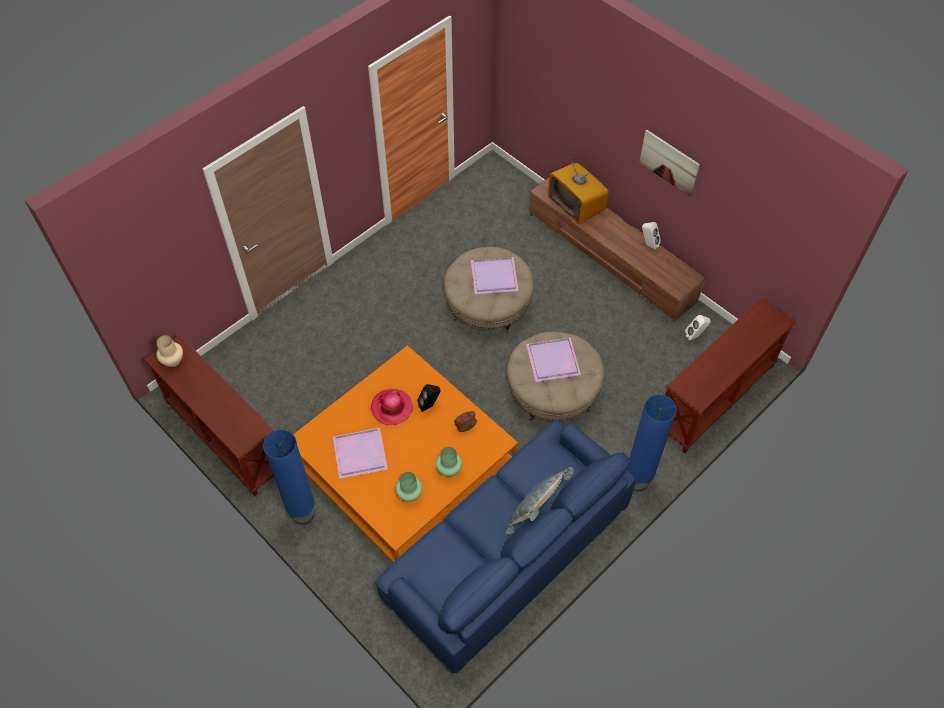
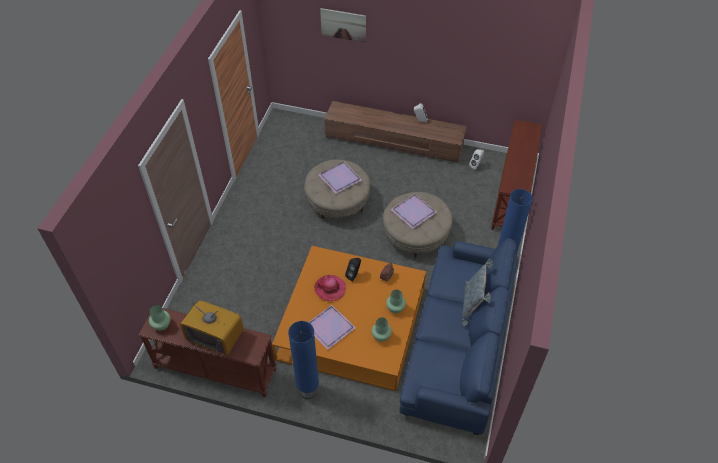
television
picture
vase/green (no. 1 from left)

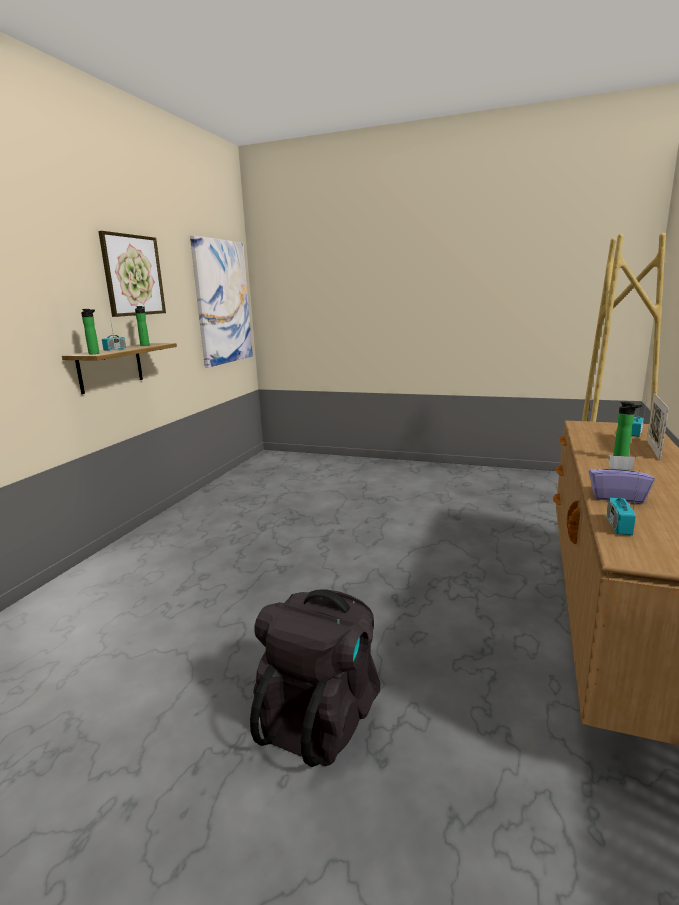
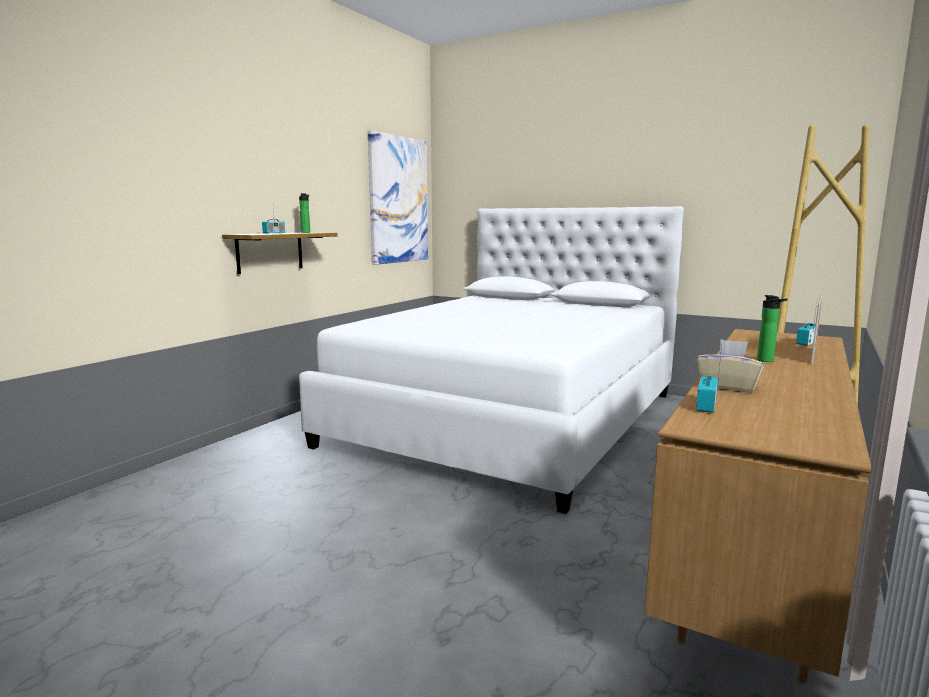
bottle (no. 1 from left in the first image)
picture (no. 1 from left in the first image)
backpack/black
bed/white
tissue box/beige

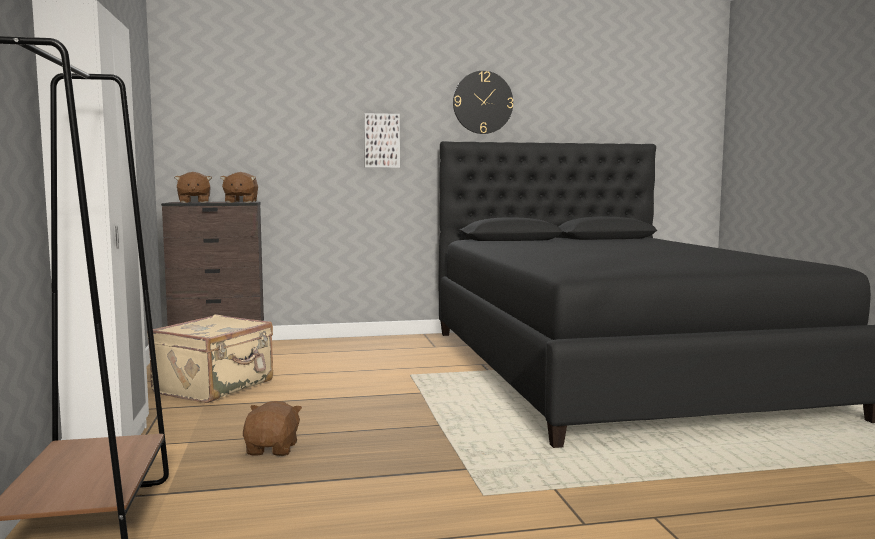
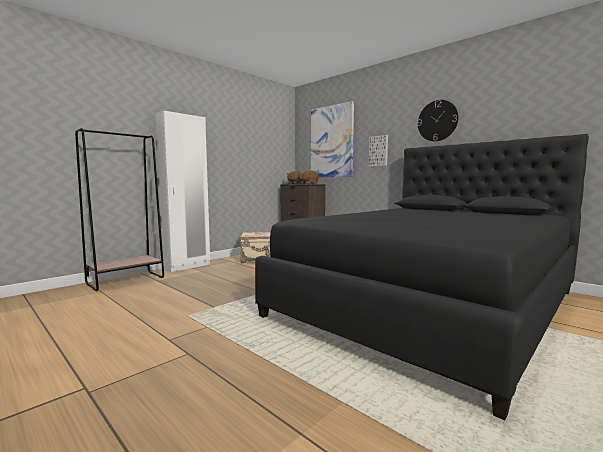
plush toy/brown (no. 3 from left in the first image)
picture (no. 1 from left)

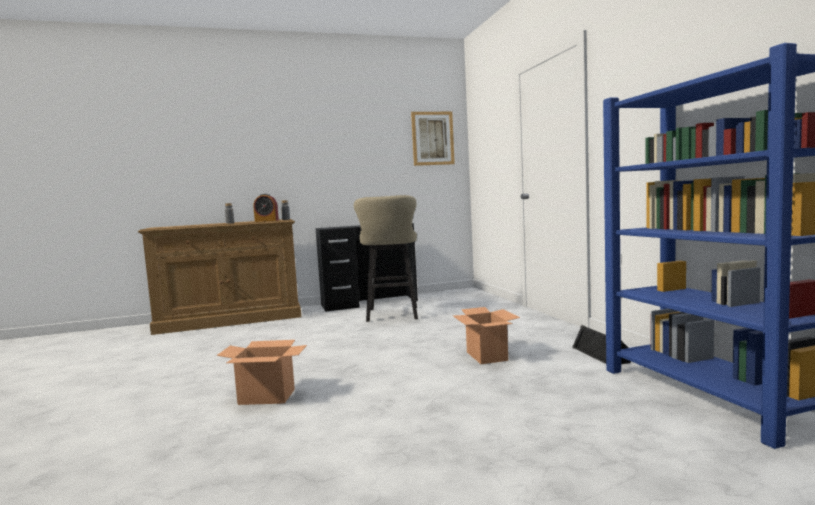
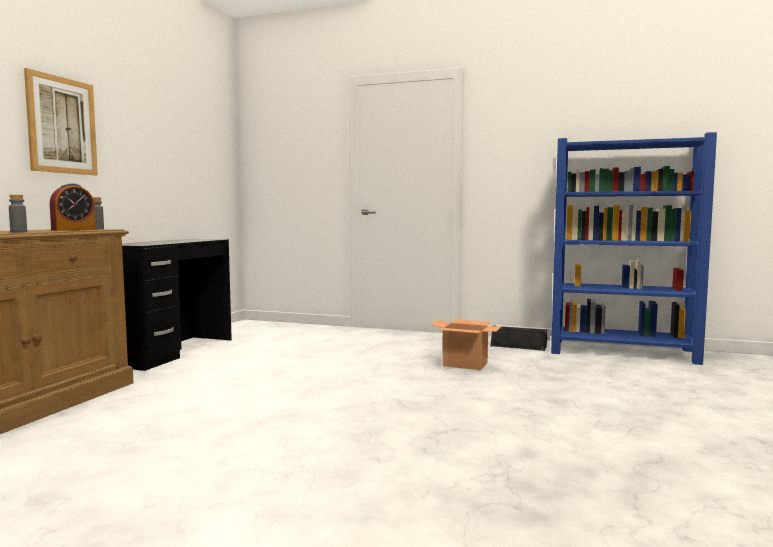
cardboard box (no. 1 from left in the first image)
stool/beige
picture

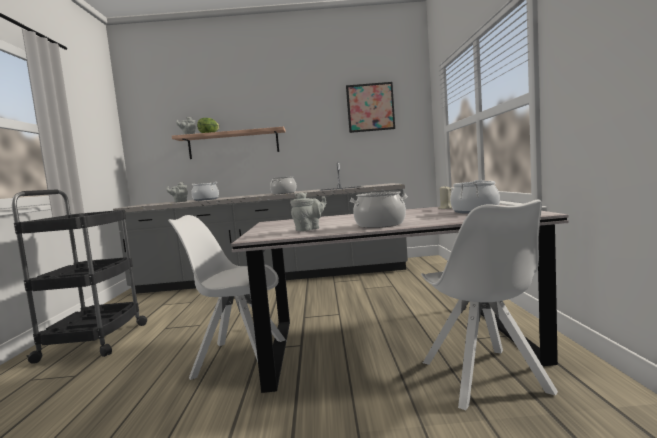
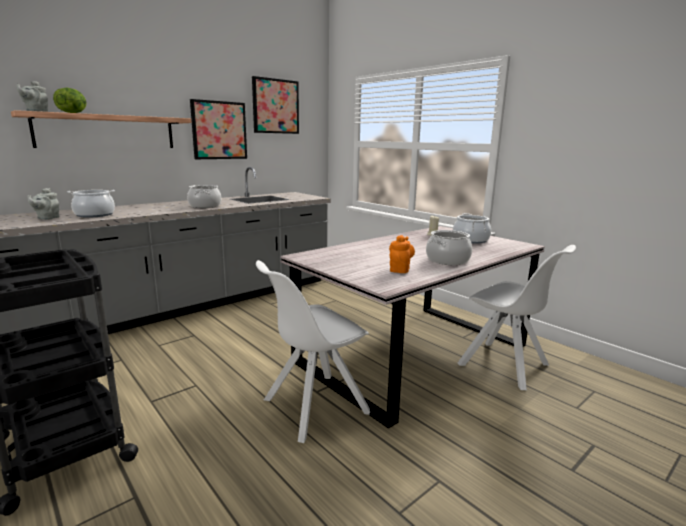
picture (no. 1 from left)
teapot/orange

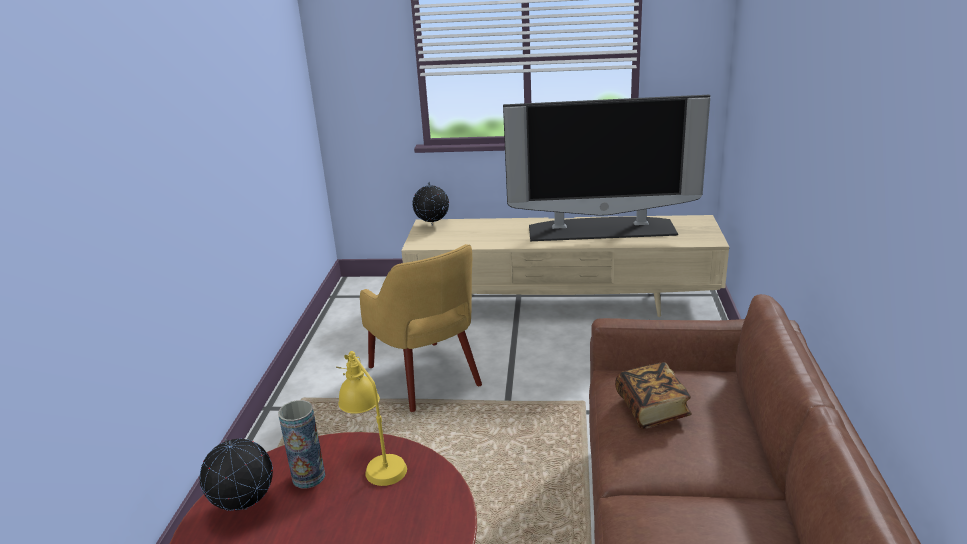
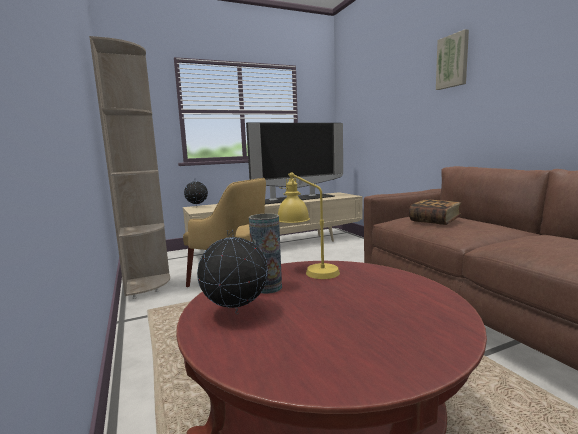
bookcase/beige
picture

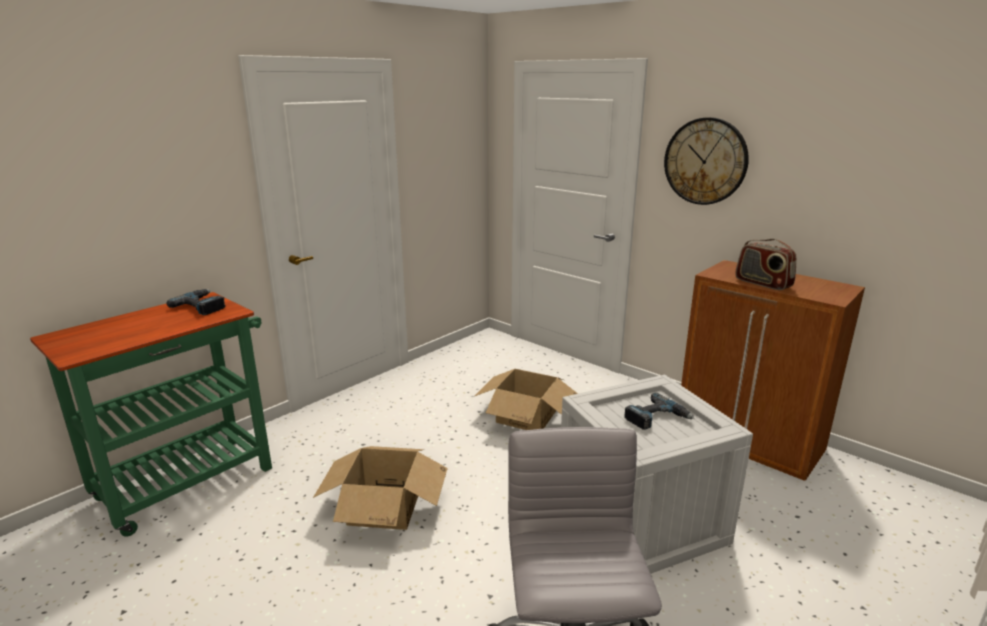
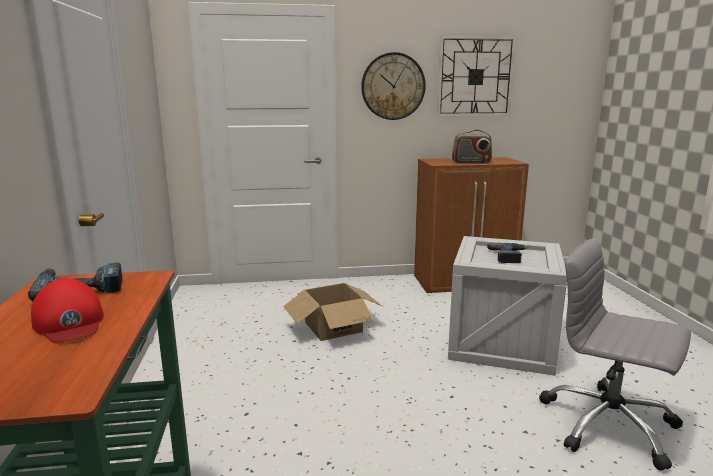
cardboard box (no. 1 from left in the first image)
cap/red
wall clock (no. 2 from left)

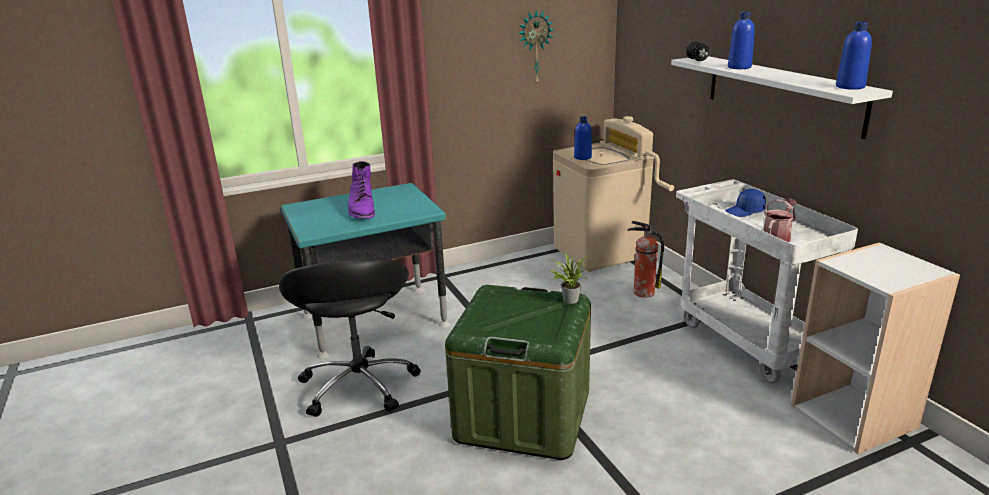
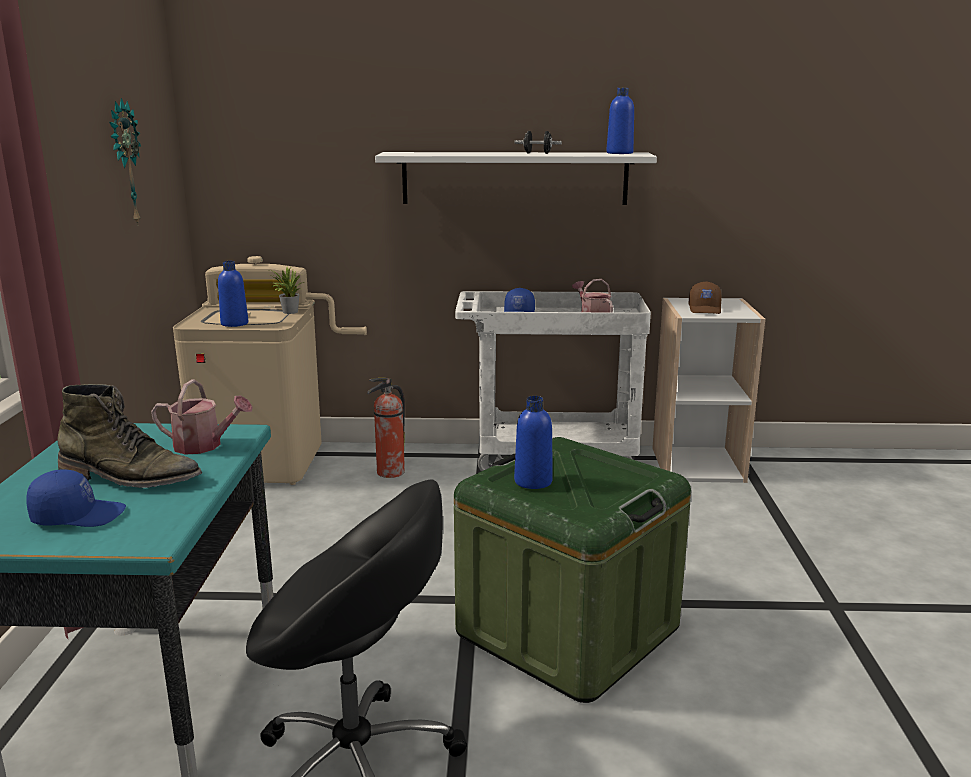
cap/blue (no. 1 from left)
watering can (no. 1 from left)
cap/brown
potted plant
dumbbell/black
bottle/blue (no. 2 from left)
boot/green

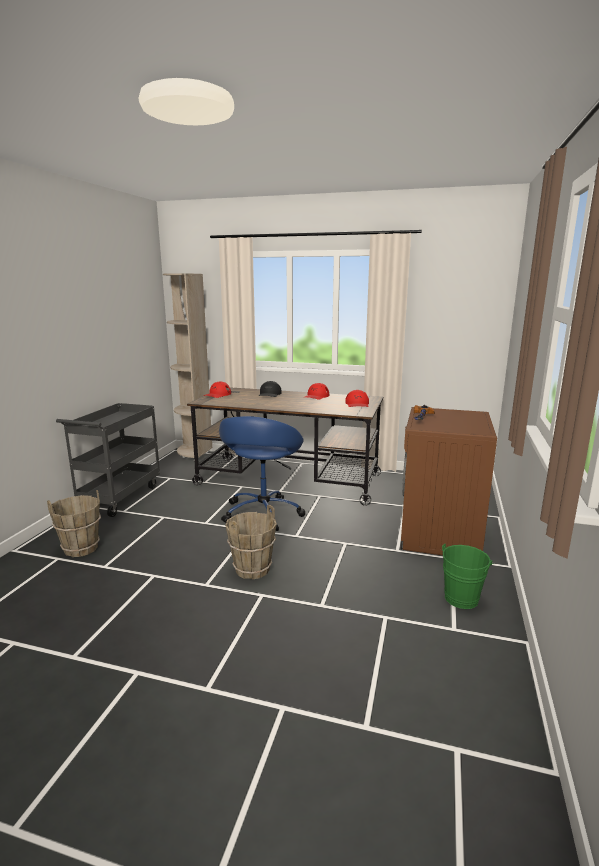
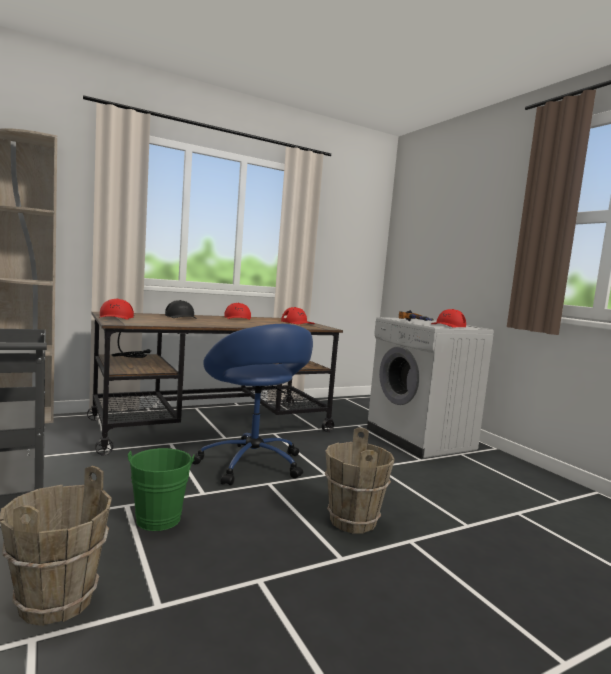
cap/red (no. 4 from left)
bucket/green
washing machine/white

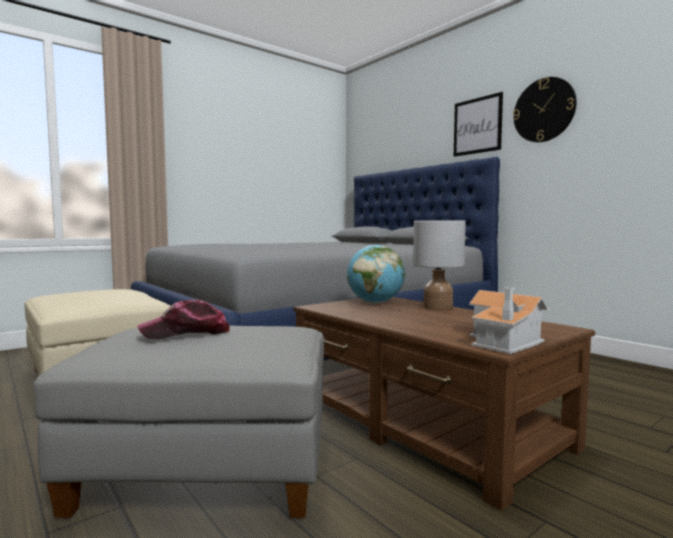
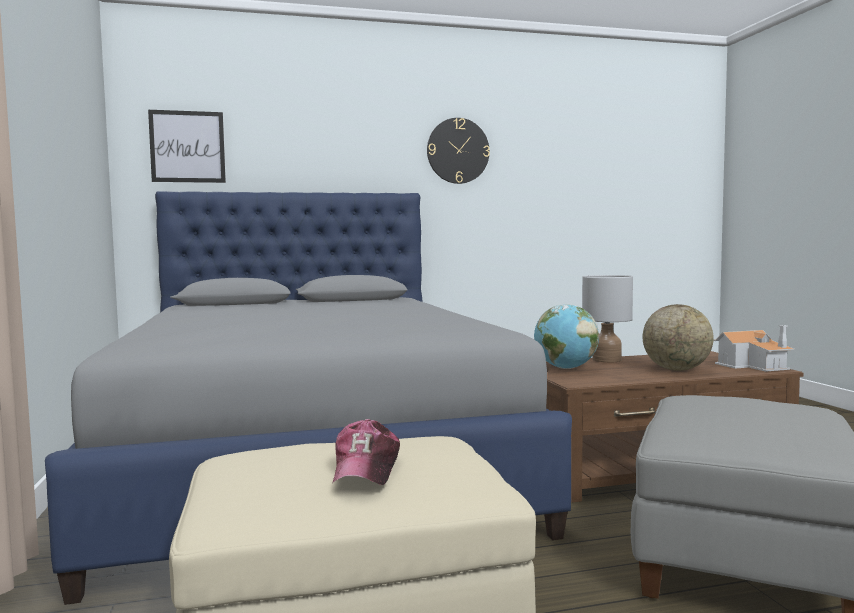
globe (no. 2 from left)
cap
picture

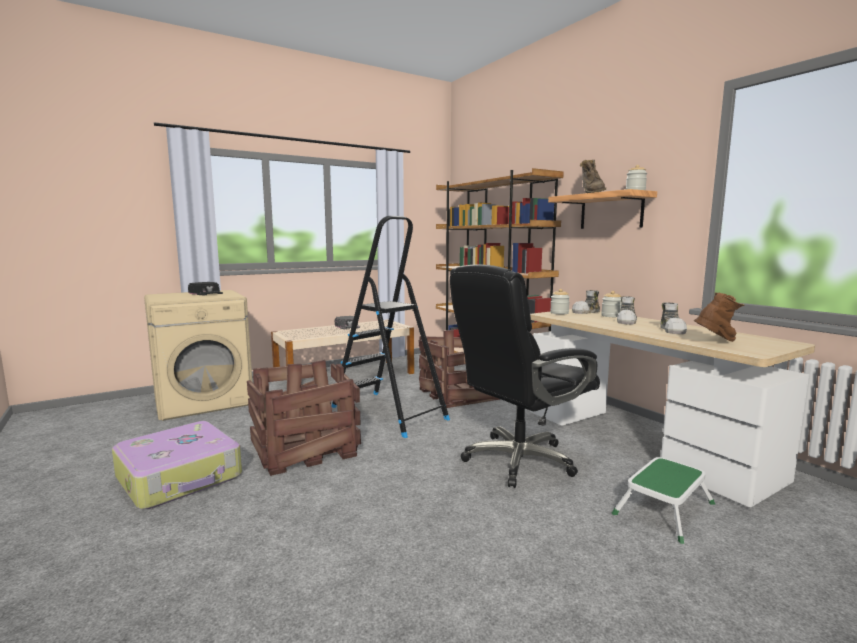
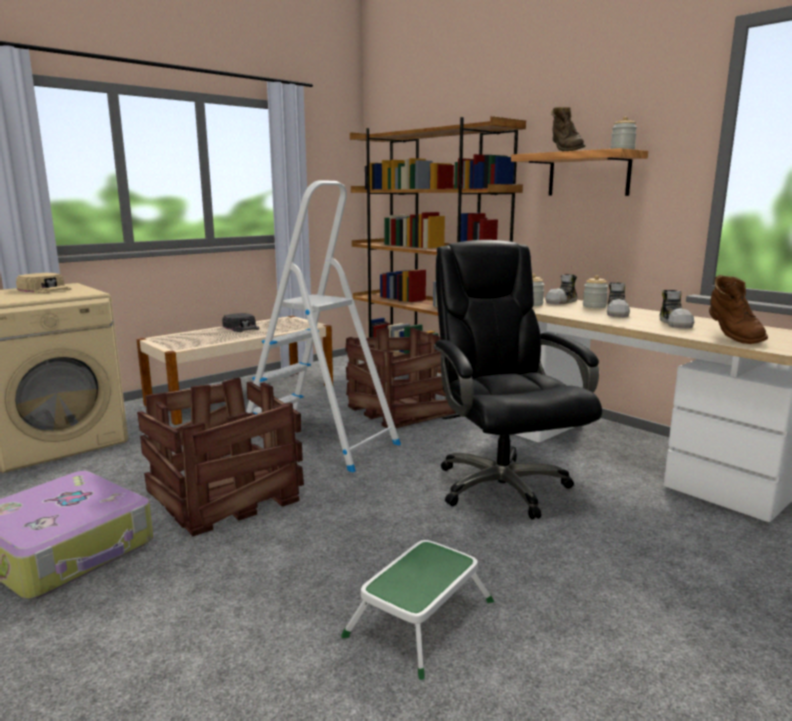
step ladder/green
cap/beige
step ladder/white
office chair/black
boot/brown (no. 2 from left)

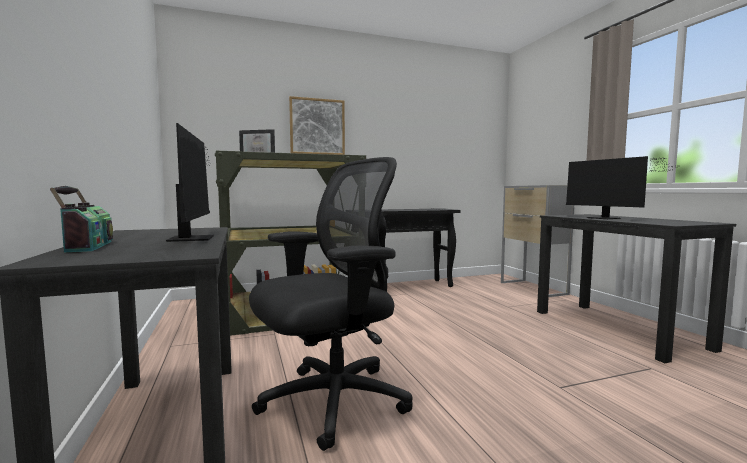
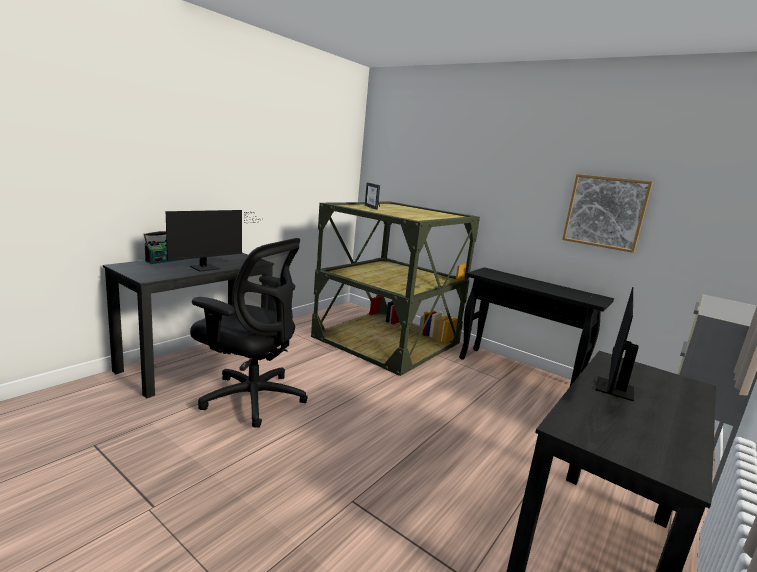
picture

